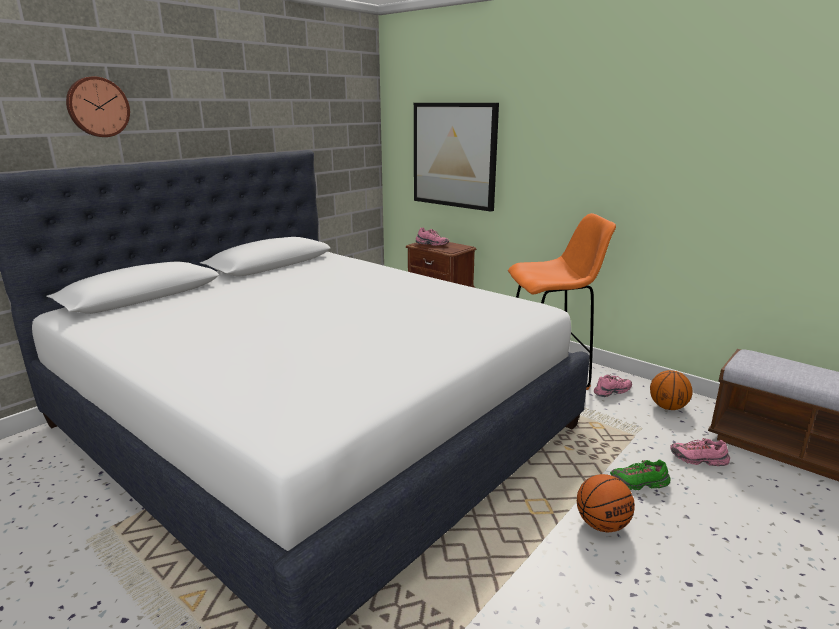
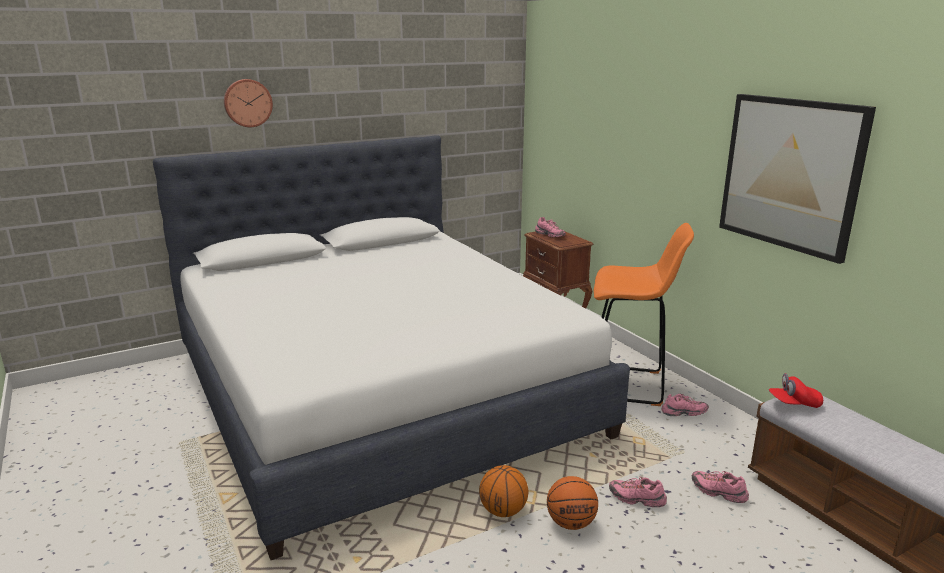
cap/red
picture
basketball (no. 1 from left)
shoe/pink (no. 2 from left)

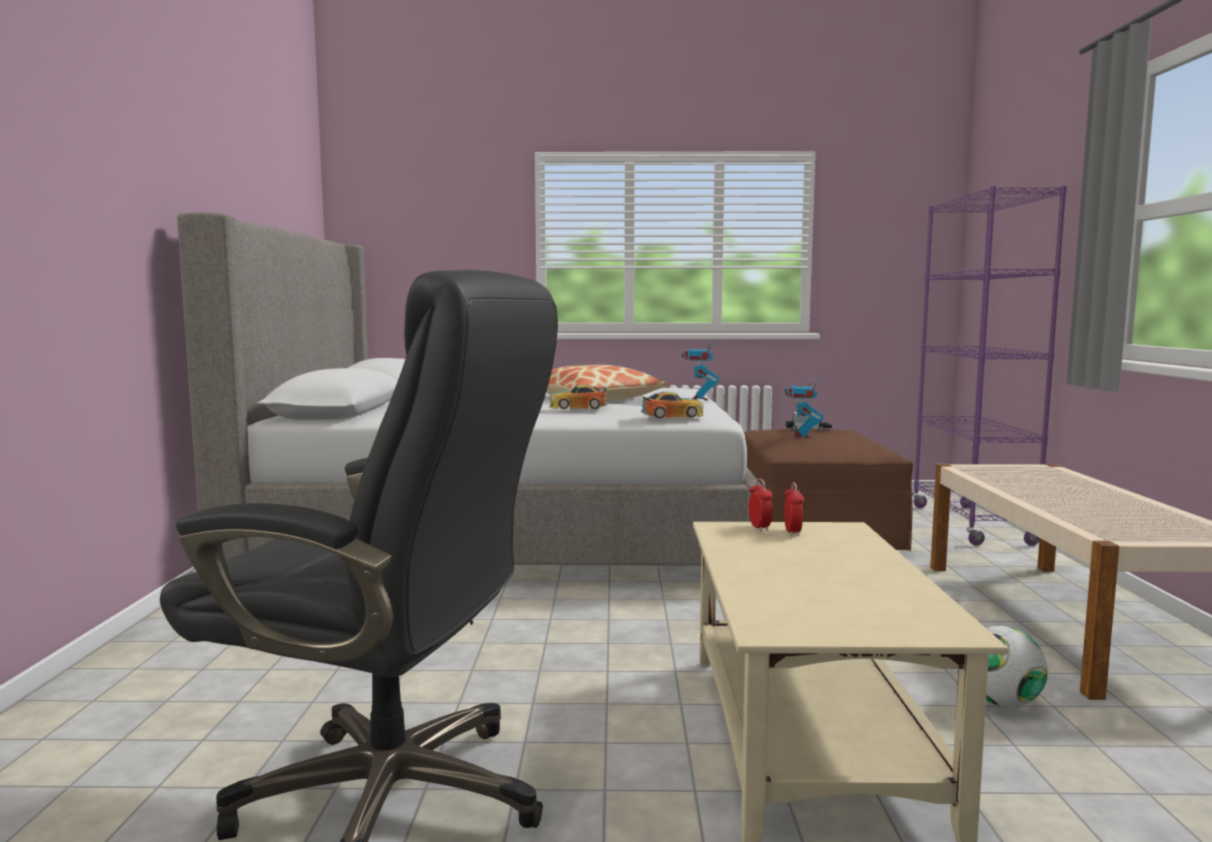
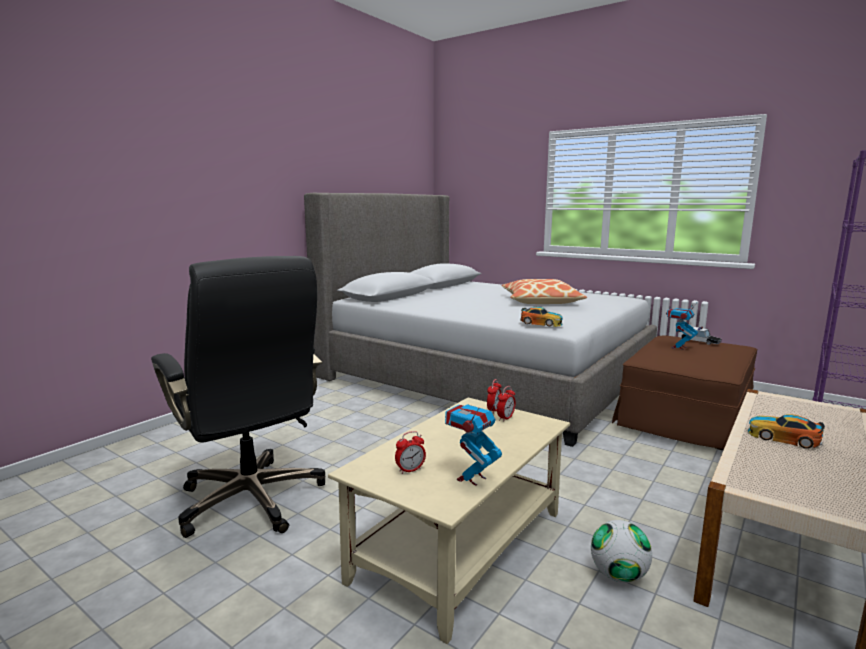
alarm clock (no. 1 from left)
toy car (no. 3 from left)
toy robot (no. 1 from left)

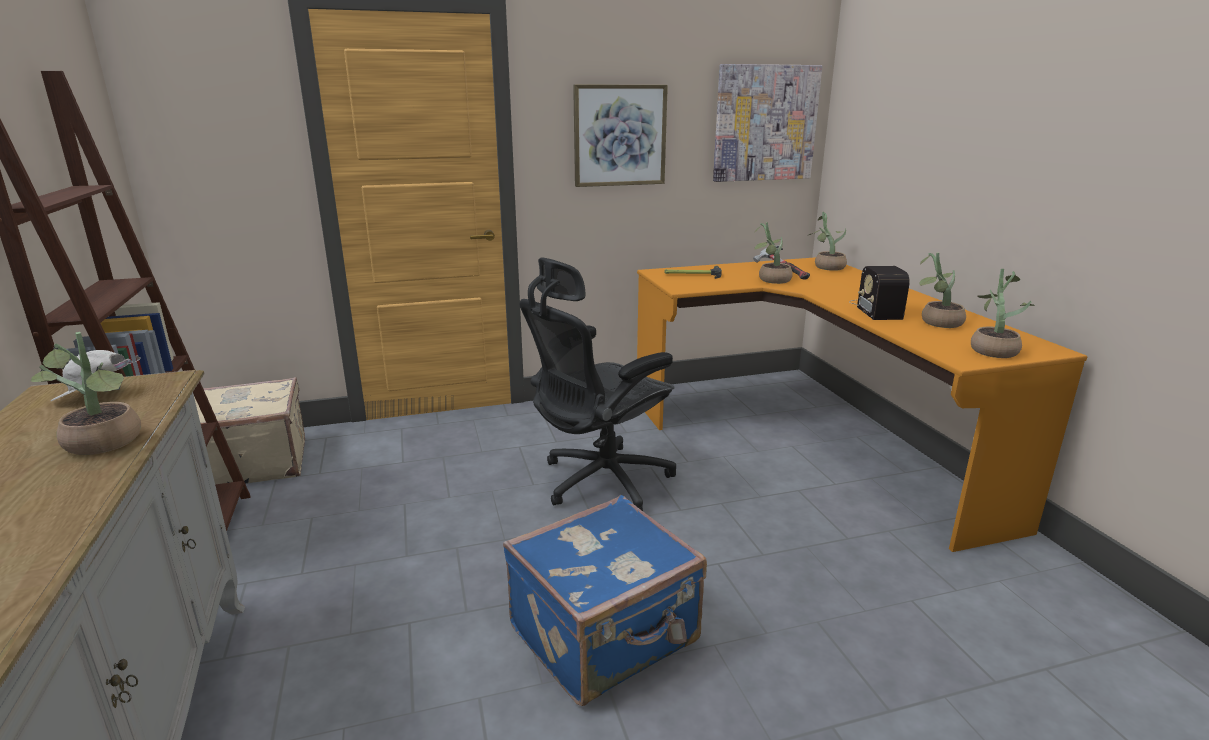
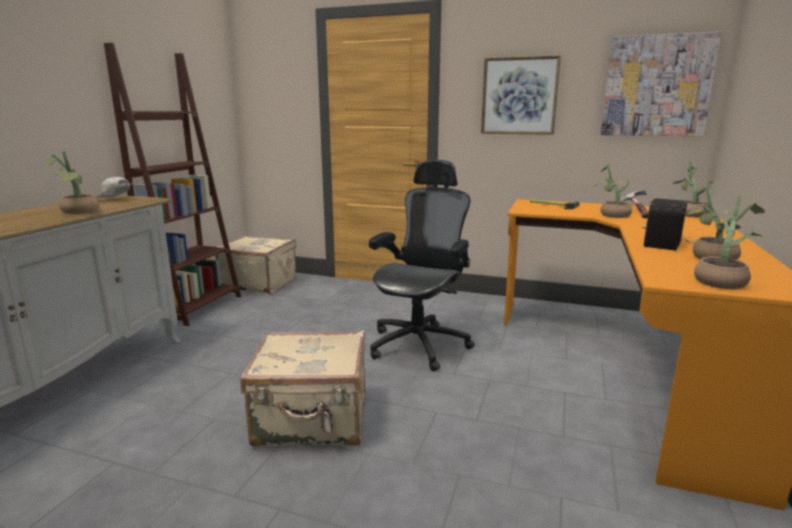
suitcase/beige (no. 2 from left)
office chair

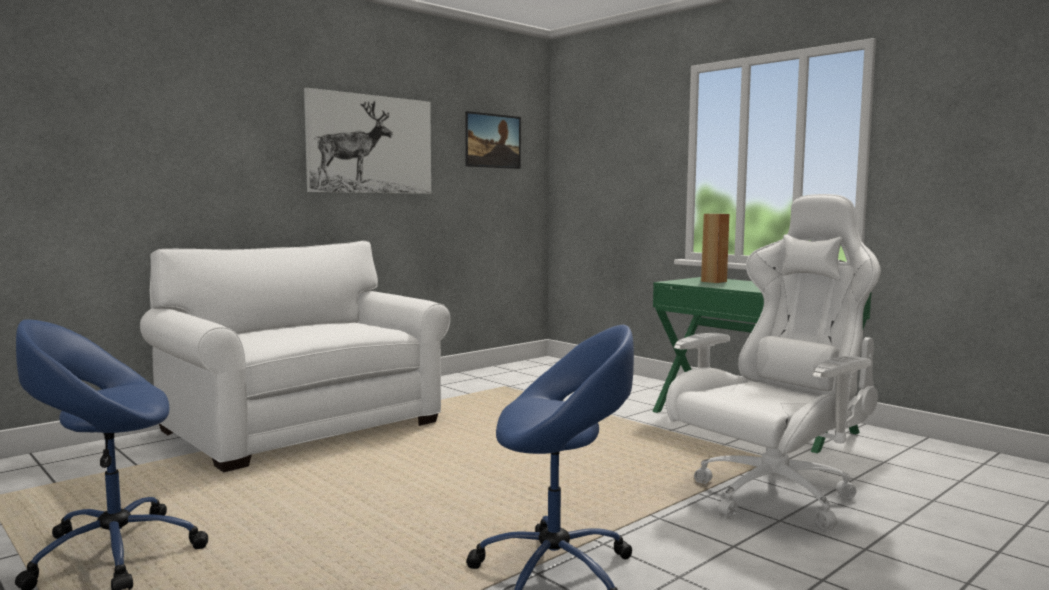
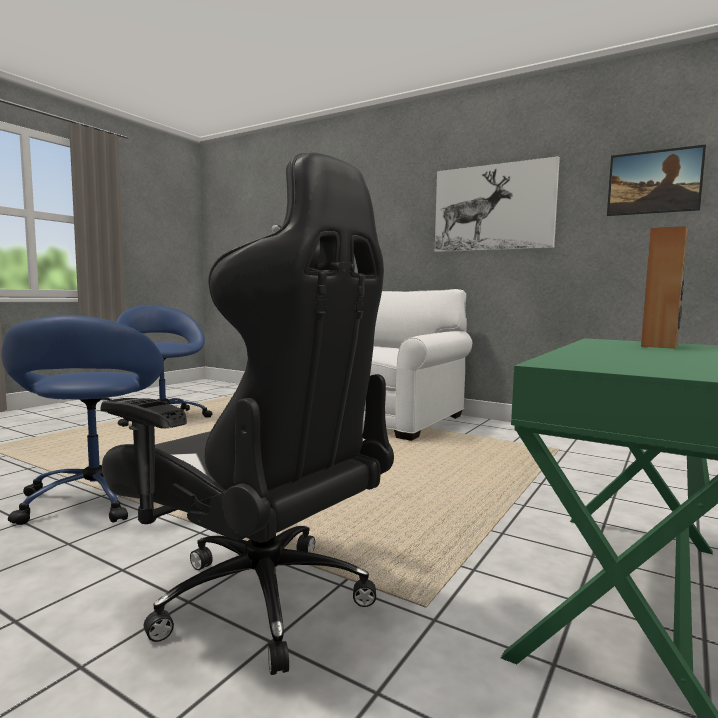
office chair/black

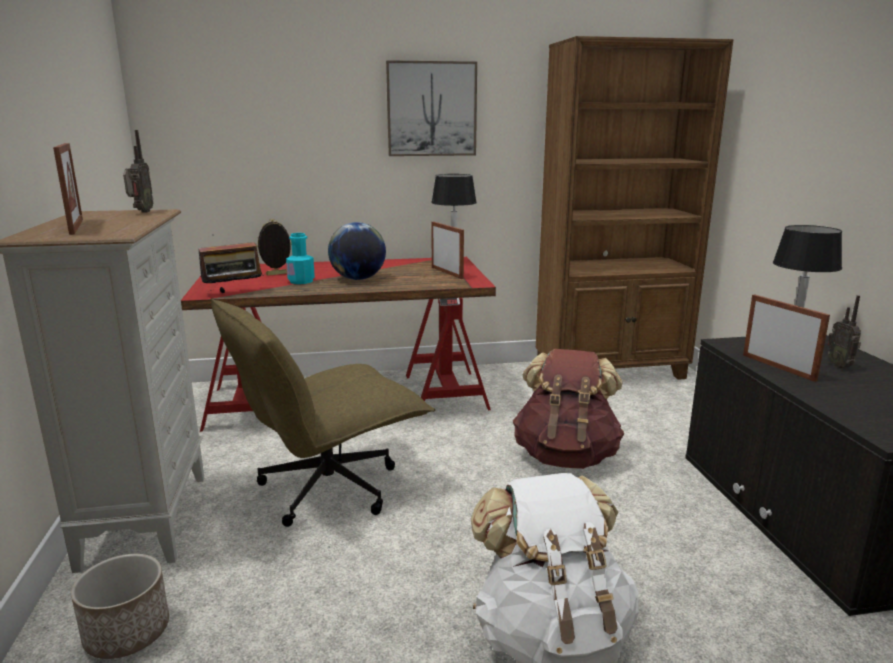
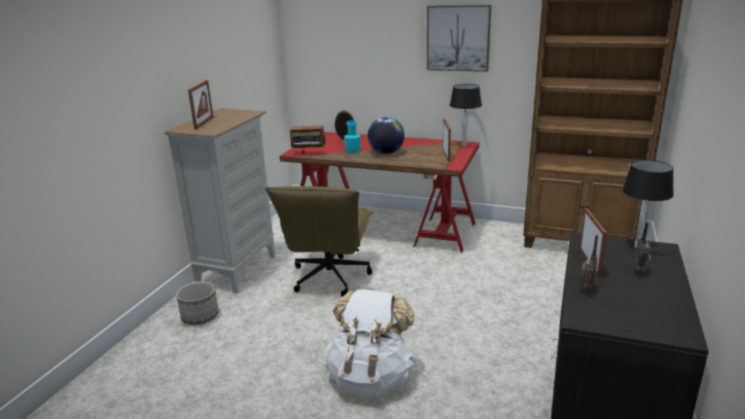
backpack/brown
radio (no. 2 from left)
office chair/beige

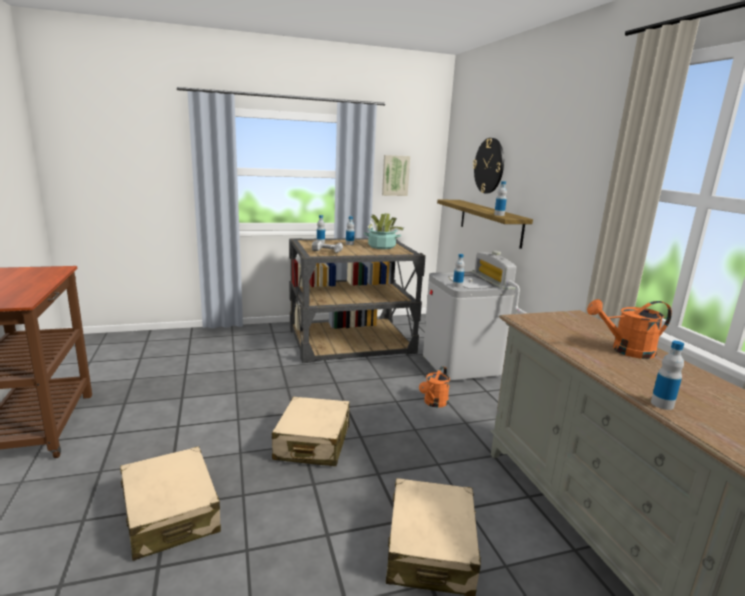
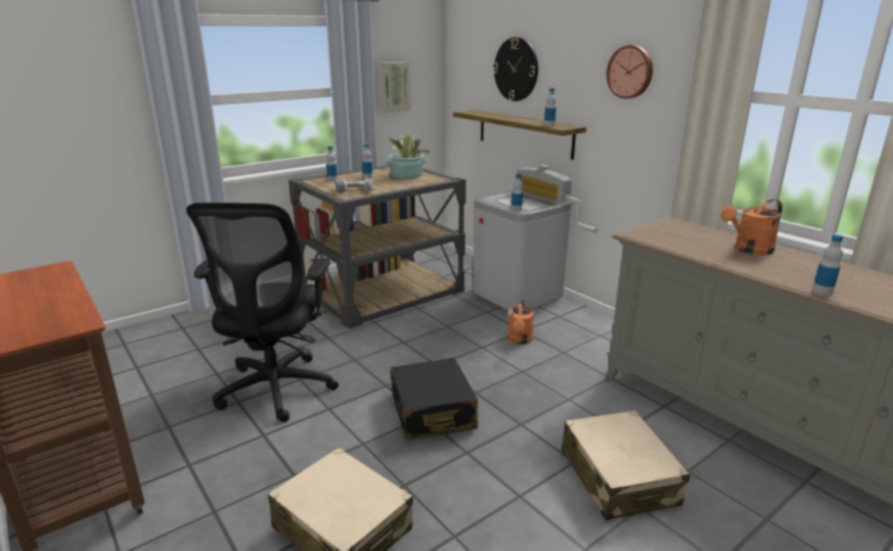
office chair/black
wall clock (no. 2 from left)
suitcase/black

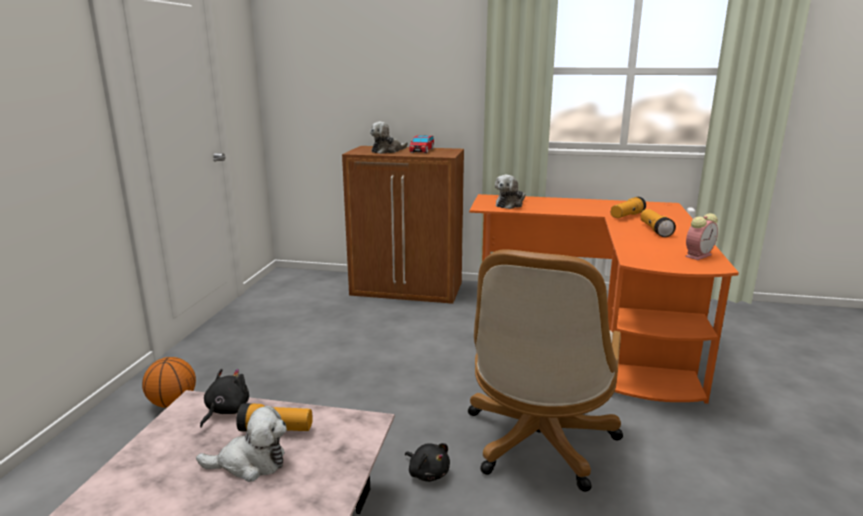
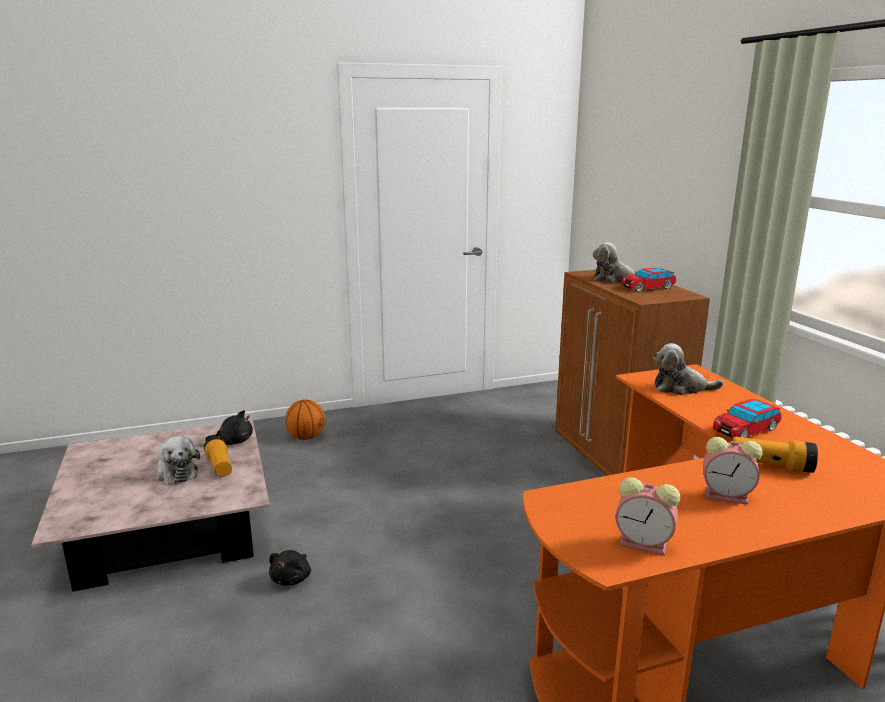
office chair
toy car (no. 2 from left)
alarm clock (no. 2 from left)

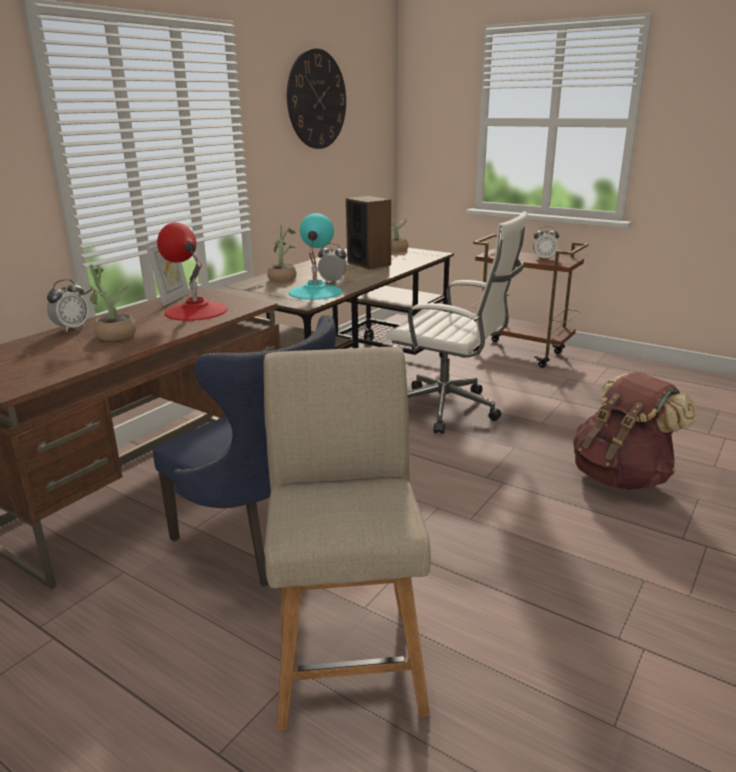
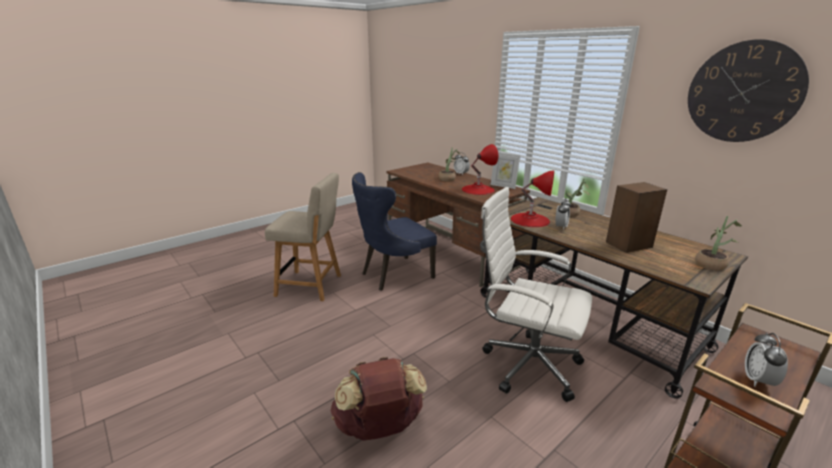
table lamp/red (no. 2 from left)
office chair/white

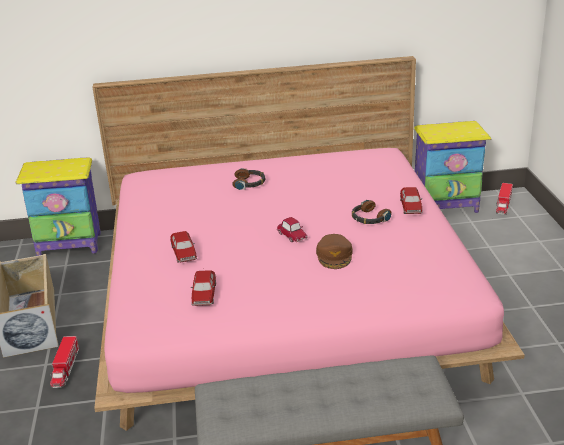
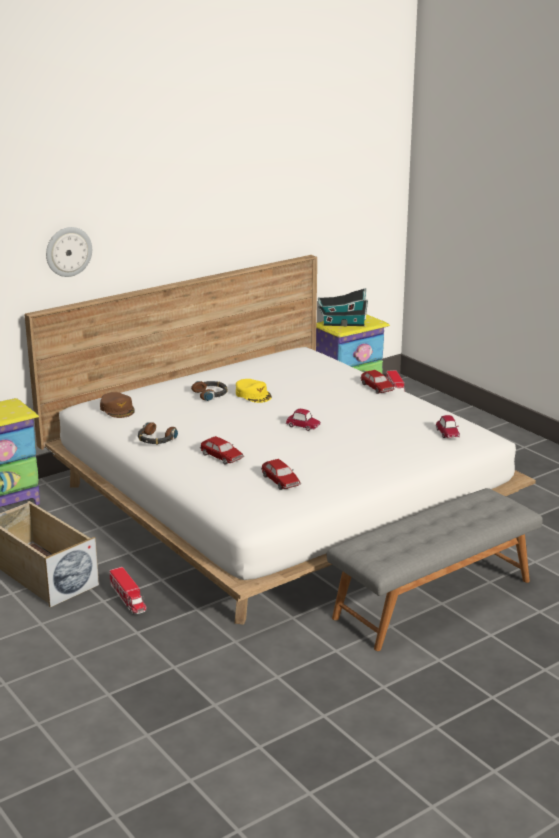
wall clock
cap/yellow
toy house
toy car (no. 5 from left)
cap/brown
headphones (no. 1 from left)
bed/white

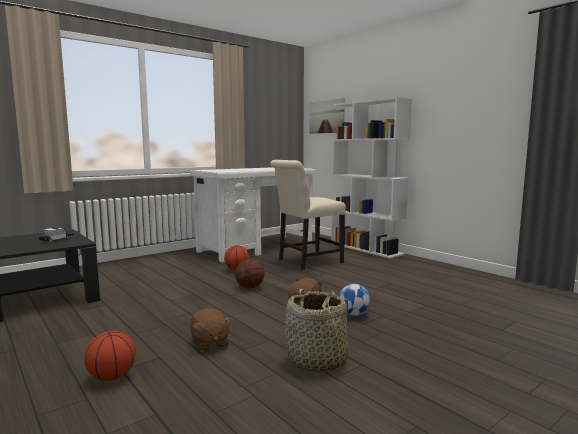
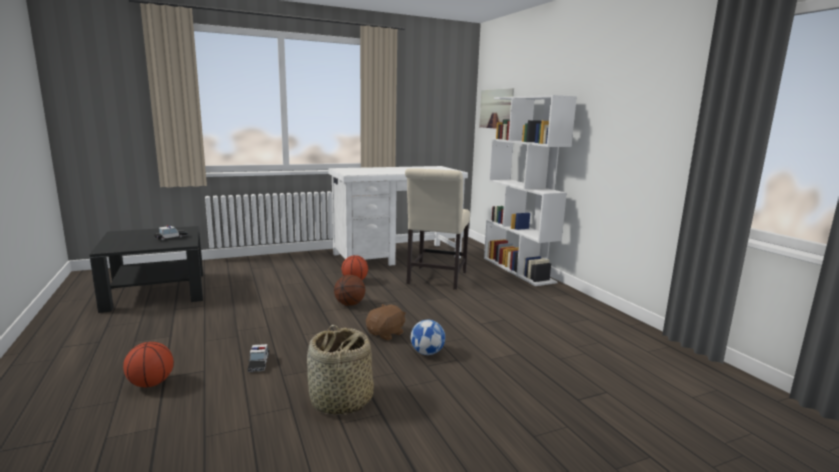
toy car (no. 2 from left)
chair/beige

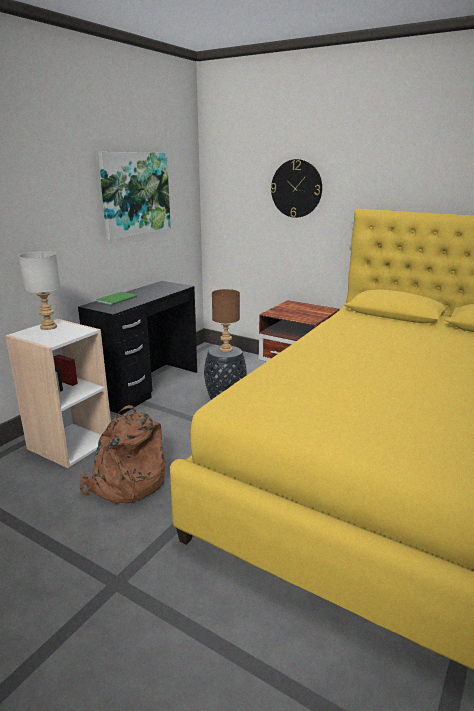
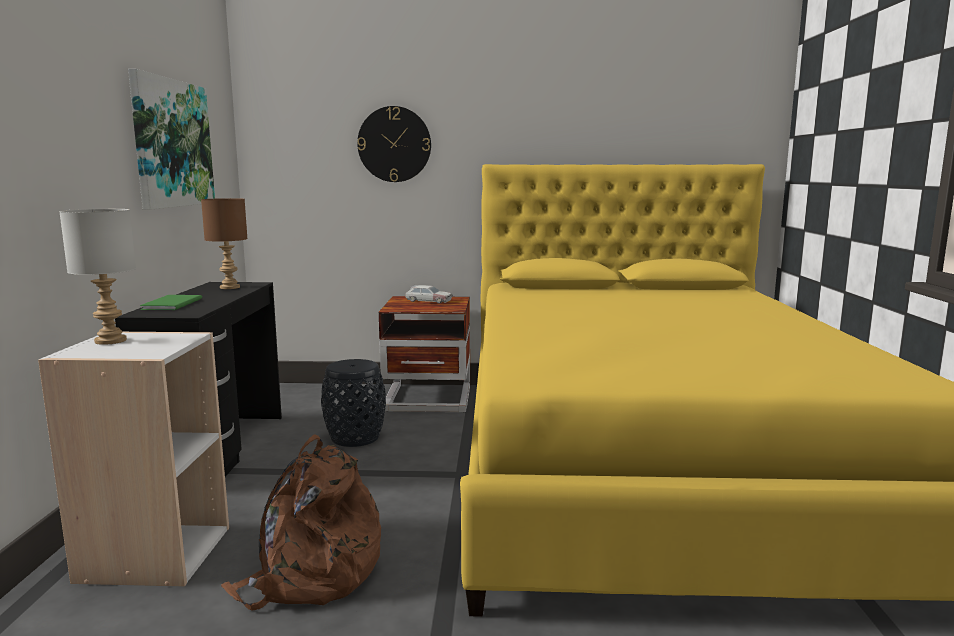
toy car
table lamp/brown

